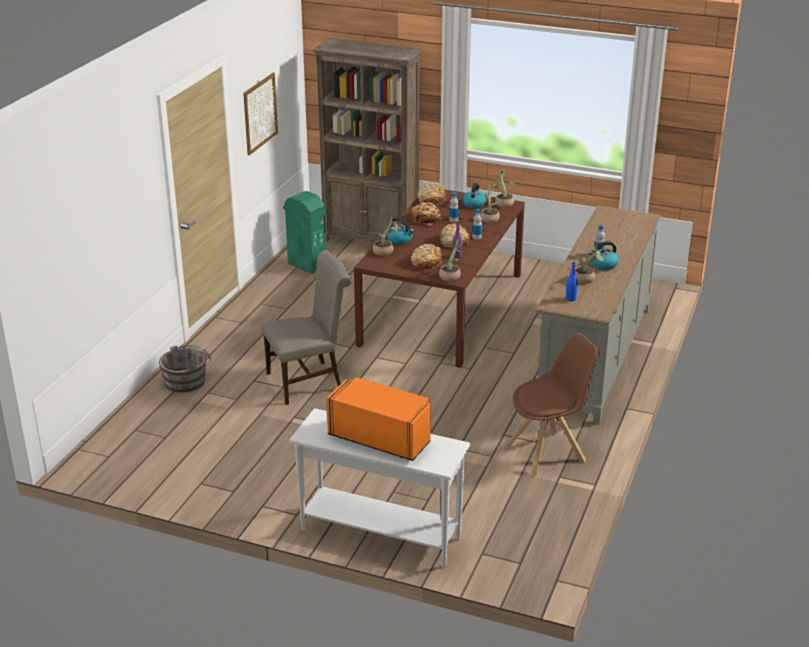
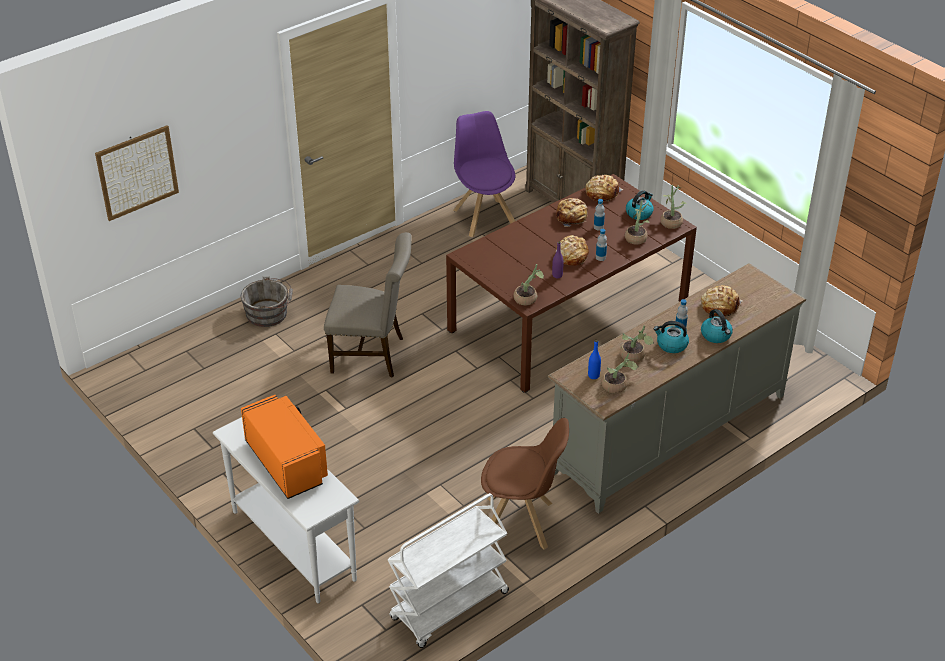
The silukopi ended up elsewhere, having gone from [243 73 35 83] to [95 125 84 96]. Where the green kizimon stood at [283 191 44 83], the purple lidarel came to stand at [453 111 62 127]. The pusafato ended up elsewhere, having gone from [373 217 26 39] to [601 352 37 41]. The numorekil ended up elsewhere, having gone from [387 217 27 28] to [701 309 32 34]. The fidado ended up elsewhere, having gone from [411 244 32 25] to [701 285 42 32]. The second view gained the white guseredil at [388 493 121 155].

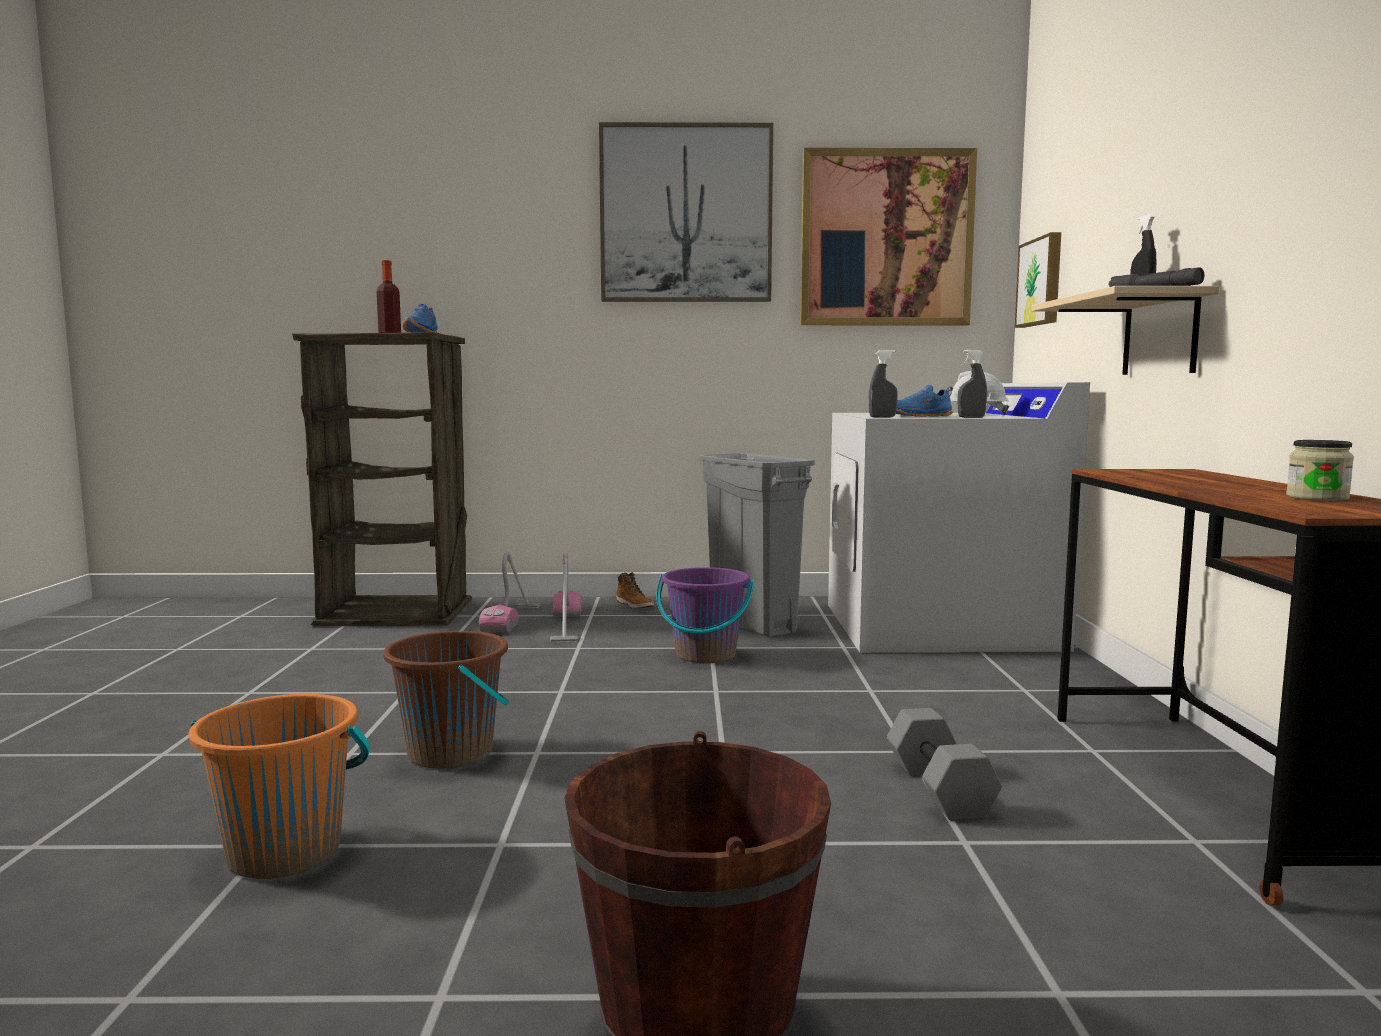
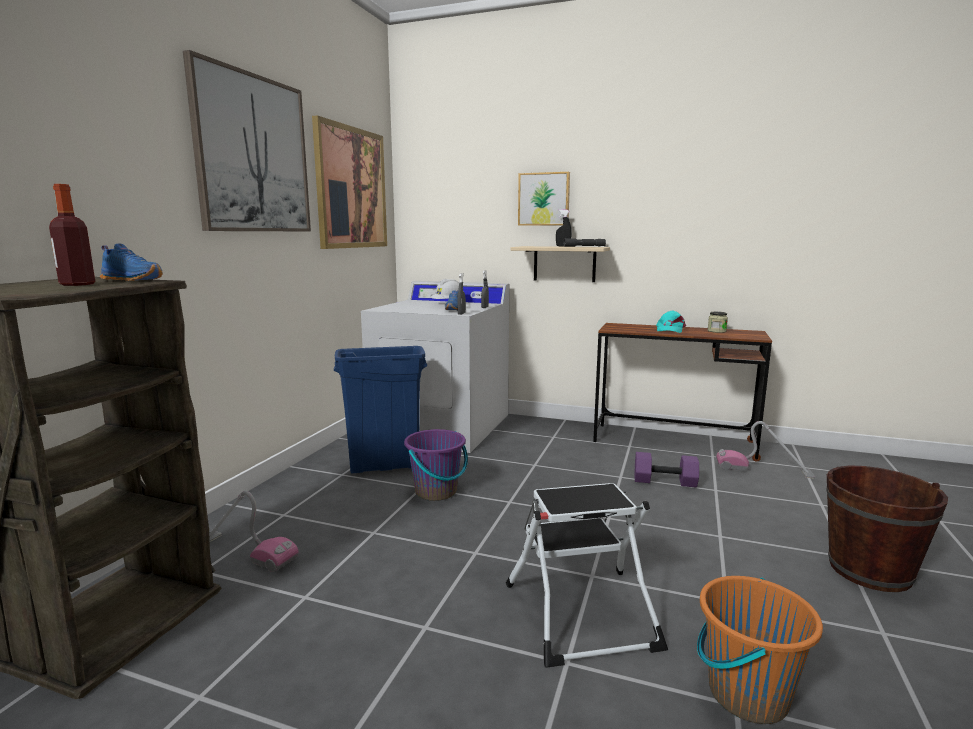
Where the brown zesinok stood at [383 631 126 138], the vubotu came to stand at [506 483 162 185]. The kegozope ended up elsewhere, having gone from [550 552 32 90] to [716 421 99 57]. The second view lost the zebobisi at [616 572 38 37]. What was the grey kizimon at [698 453 117 184] turned into the blue kizimon at [334 346 93 127]. What was the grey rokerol at [887 708 115 113] turned into the purple rokerol at [634 452 65 36]. The silukopi ended up elsewhere, having gone from [1015 232 46 96] to [518 172 52 54]. The second view gained the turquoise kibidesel at [656 310 30 23].

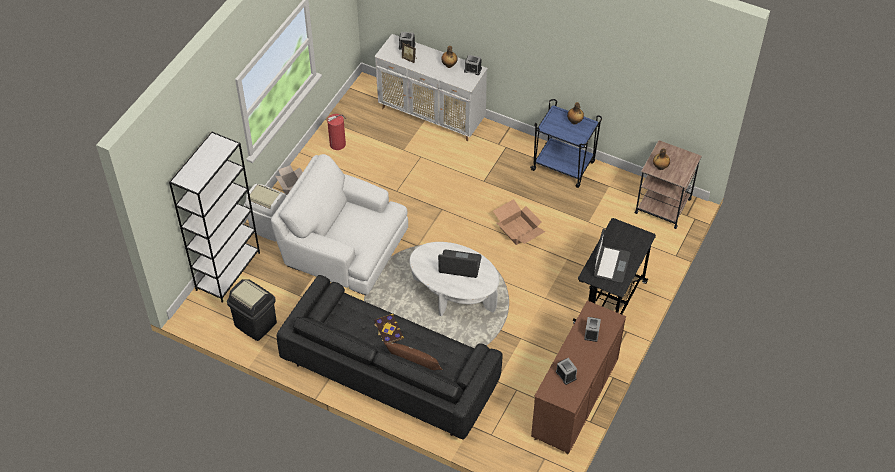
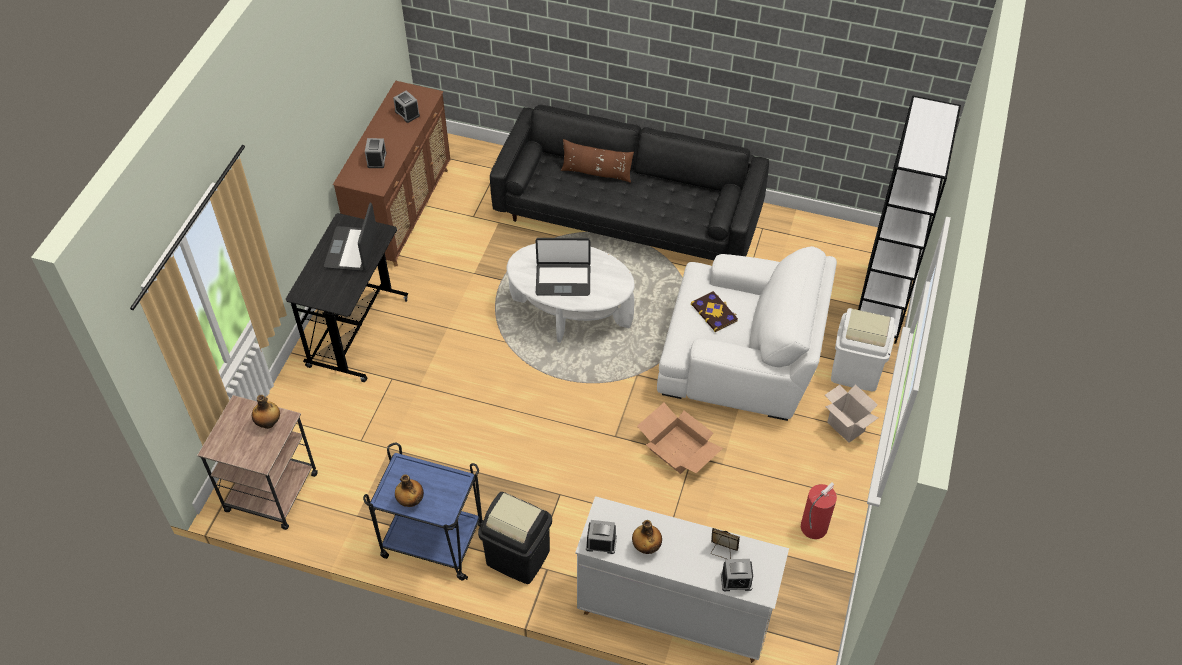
The black kizimon ended up elsewhere, having gone from [227 279 50 62] to [478 492 74 92]. The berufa ended up elsewhere, having gone from [374 314 30 30] to [691 291 47 41]. The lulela ended up elsewhere, having gone from [493 199 53 46] to [637 403 86 71].

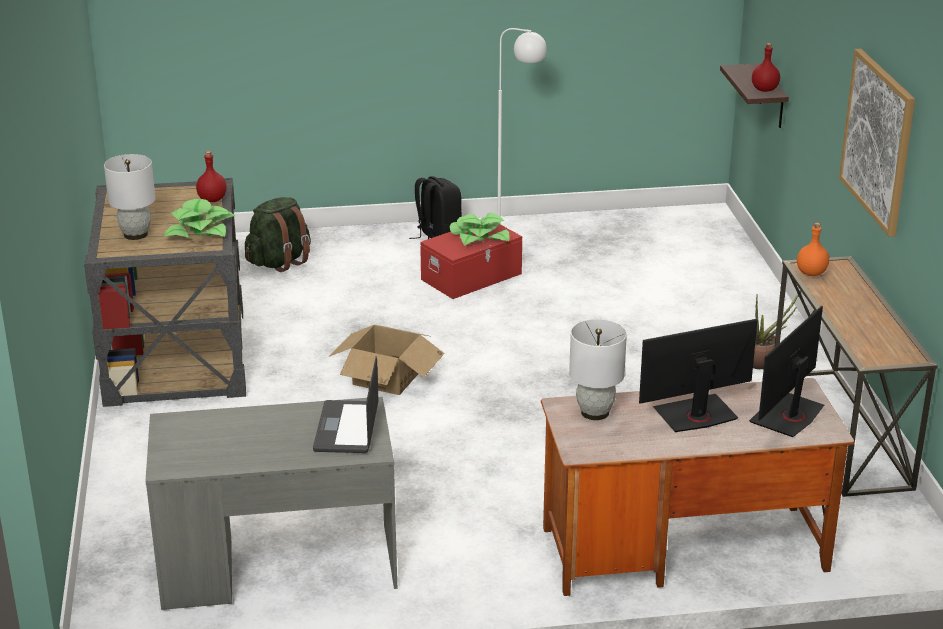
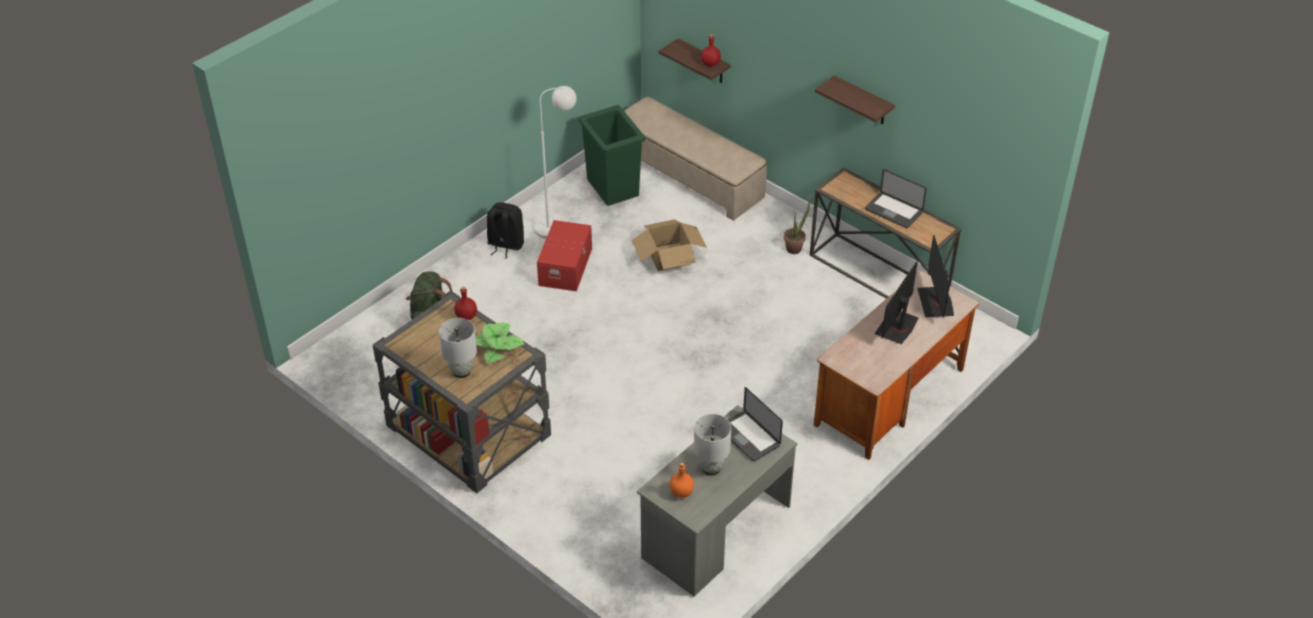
The lulela ended up elsewhere, having gone from [328 325 117 70] to [632 219 75 52]. The second view lost the pusafato at [450 213 60 33]. The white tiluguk ended up elsewhere, having gone from [569 319 58 101] to [694 414 37 61]. The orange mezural ended up elsewhere, having gone from [797 223 32 53] to [669 463 25 35]. Where the silukopi hung at [839 49 76 188], the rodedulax came to hang at [815 75 80 50]. The second view gained the green kizimon at [579 105 66 101]. The second view gained the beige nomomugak at [624 97 143 123]. The second view gained the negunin at [865 169 62 59].

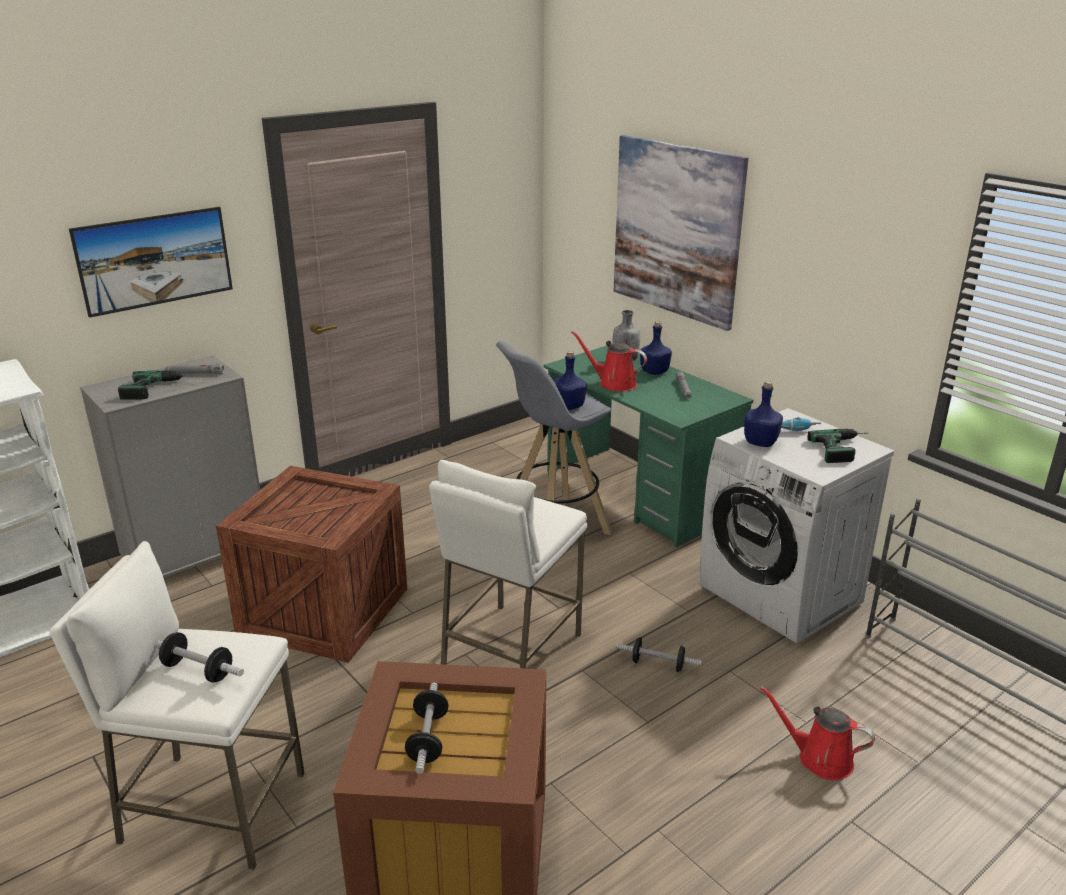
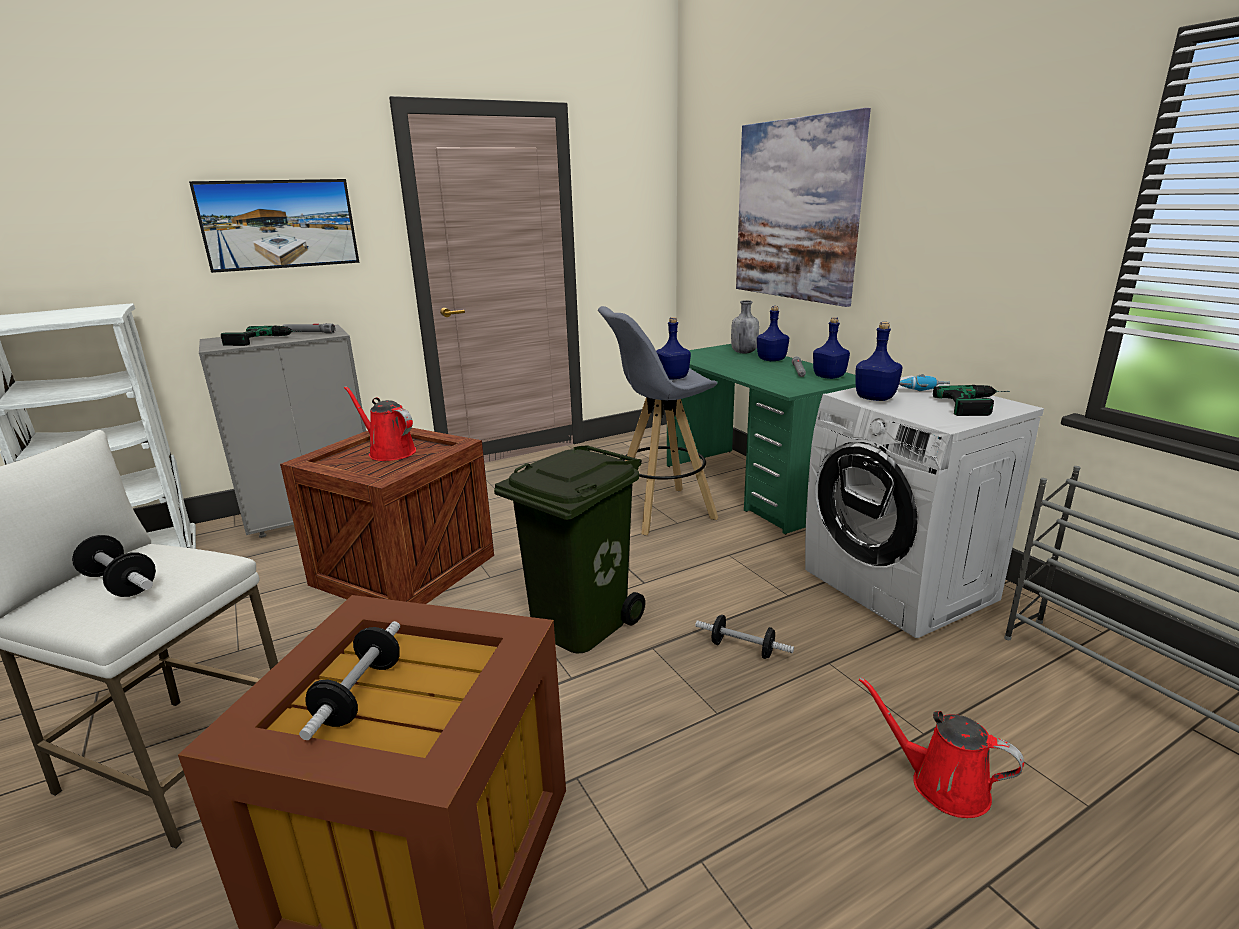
Where the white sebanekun stood at [429 460 158 209], the green kizimon came to stand at [494 446 151 207]. The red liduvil ended up elsewhere, having gone from [571 331 76 60] to [344 386 72 75]. The second view gained the blue mezural at [813 317 37 62].

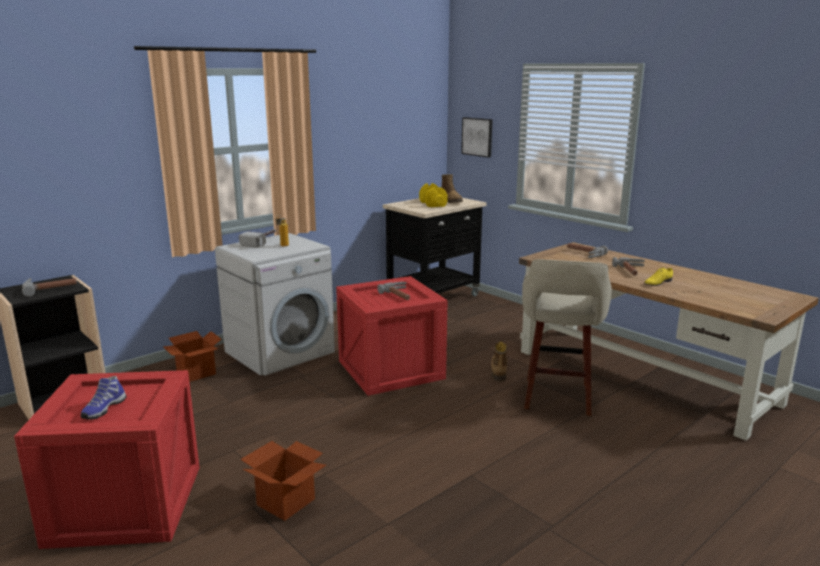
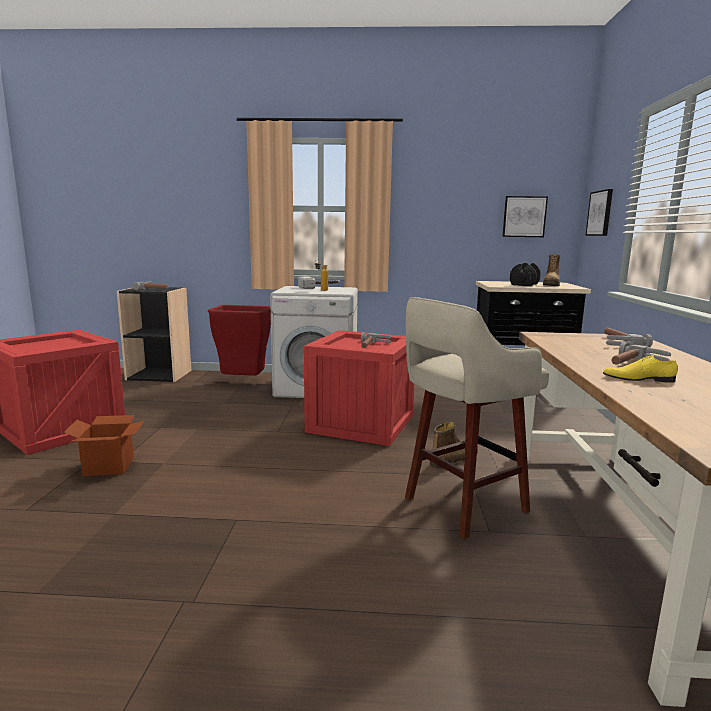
The second view lost the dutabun at [81 376 46 44]. Where the lulela stood at [163 331 59 51], the red kizimon came to stand at [208 305 63 71]. What was the yellow rokerol at [419 183 29 24] turned into the black rokerol at [510 263 31 23]. The second view gained the silukopi at [502 196 46 41].

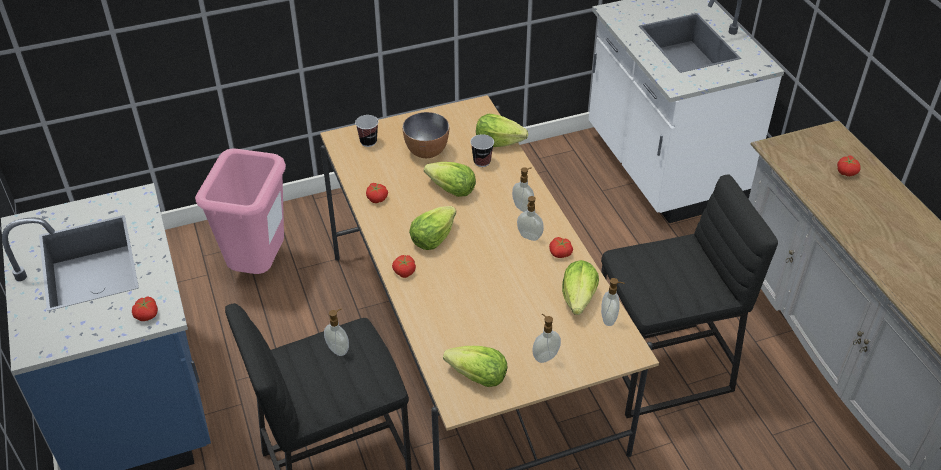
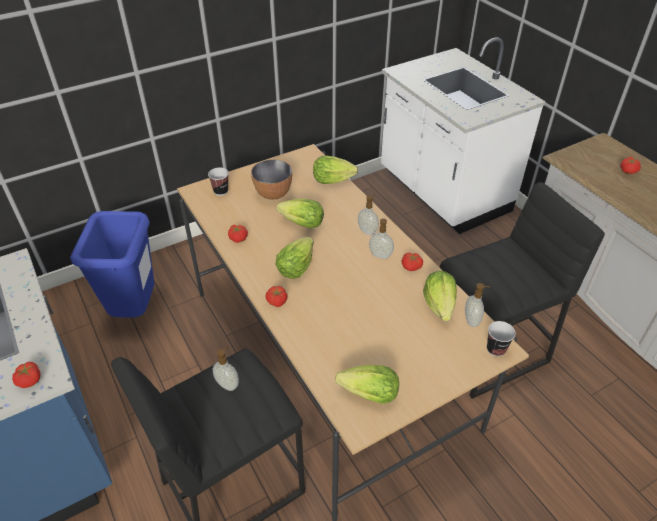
What was the pink kizimon at [195 148 91 126] turned into the blue kizimon at [70 211 84 107]. The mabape ended up elsewhere, having gone from [471 134 23 33] to [487 321 29 36]. The second view lost the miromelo at [532 314 29 49].

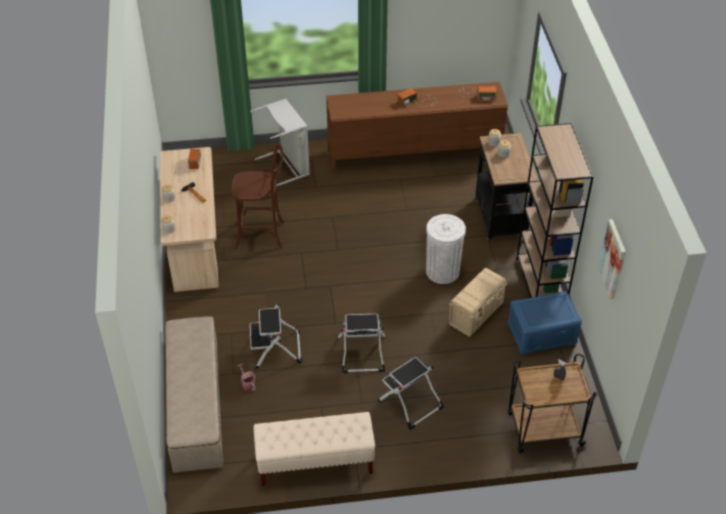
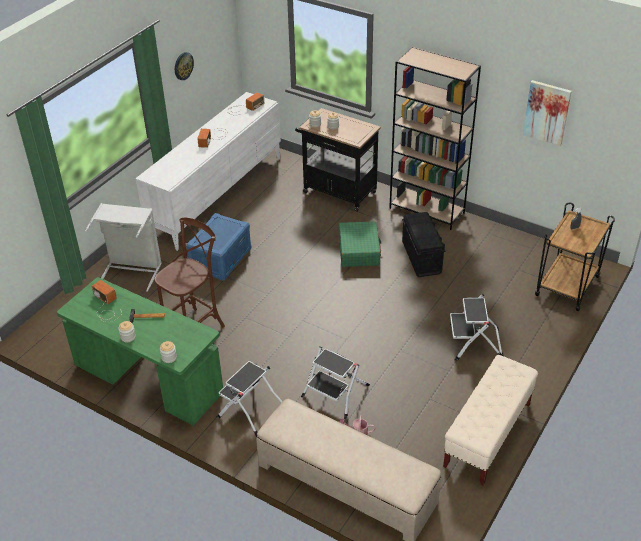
What was the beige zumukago at [160 147 59 145] turned into the green zumukago at [57 277 166 149]. What was the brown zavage at [326 82 182 92] turned into the white zavage at [135 92 146 159]. The vubotu ended up elsewhere, having gone from [337 314 48 59] to [217 361 66 76]. Where the white kizimon stood at [426 214 40 70], the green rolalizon came to stand at [338 221 43 46]. What was the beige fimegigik at [449 268 59 68] turned into the black fimegigik at [402 212 43 65]. The blue fimegigik ended up elsewhere, having gone from [508 291 74 63] to [186 213 66 68]. The second view gained the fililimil at [175 52 19 28].

